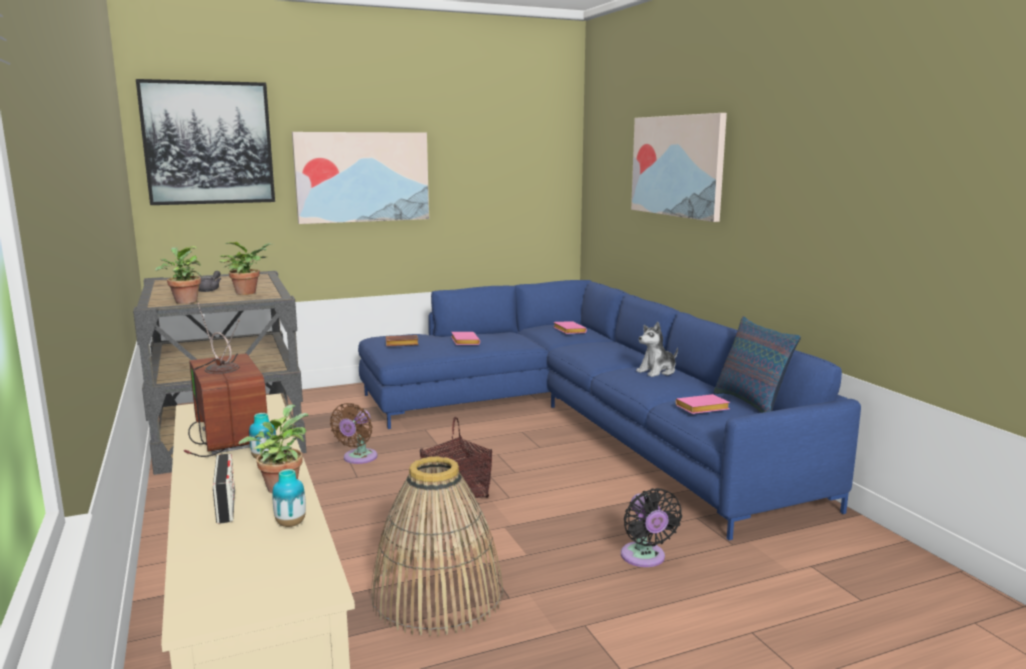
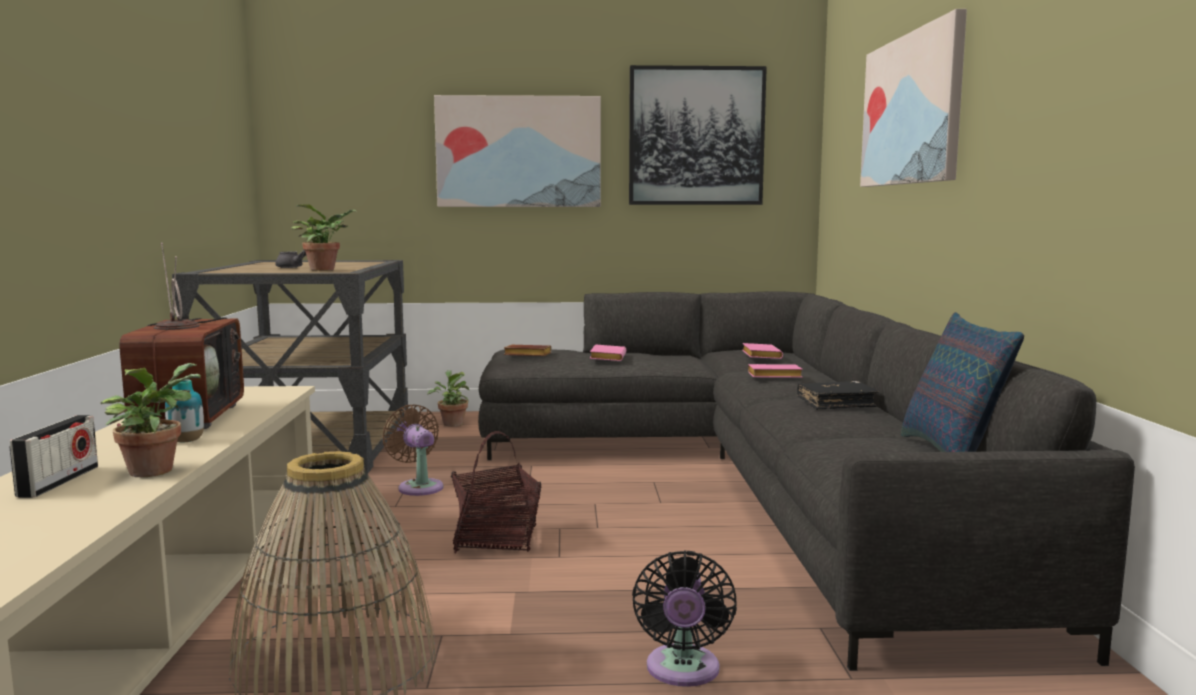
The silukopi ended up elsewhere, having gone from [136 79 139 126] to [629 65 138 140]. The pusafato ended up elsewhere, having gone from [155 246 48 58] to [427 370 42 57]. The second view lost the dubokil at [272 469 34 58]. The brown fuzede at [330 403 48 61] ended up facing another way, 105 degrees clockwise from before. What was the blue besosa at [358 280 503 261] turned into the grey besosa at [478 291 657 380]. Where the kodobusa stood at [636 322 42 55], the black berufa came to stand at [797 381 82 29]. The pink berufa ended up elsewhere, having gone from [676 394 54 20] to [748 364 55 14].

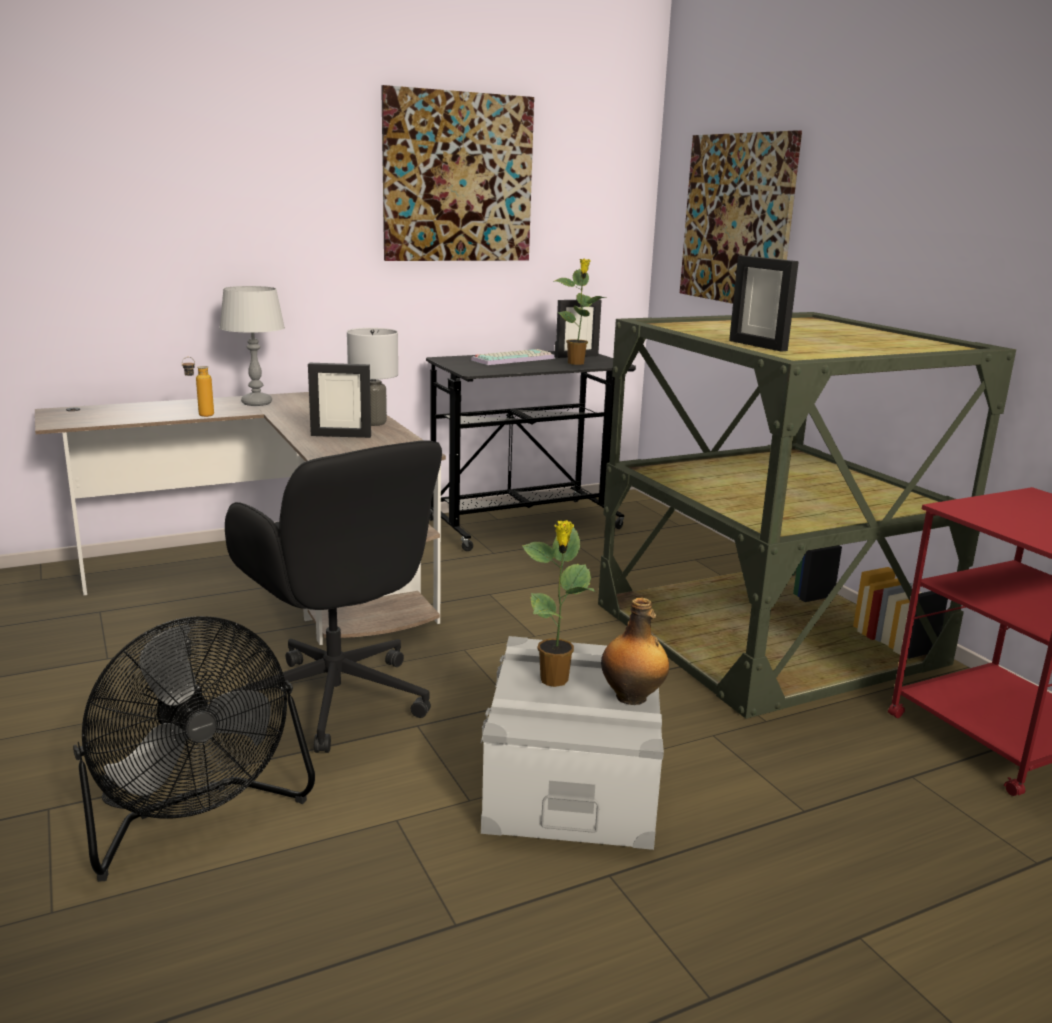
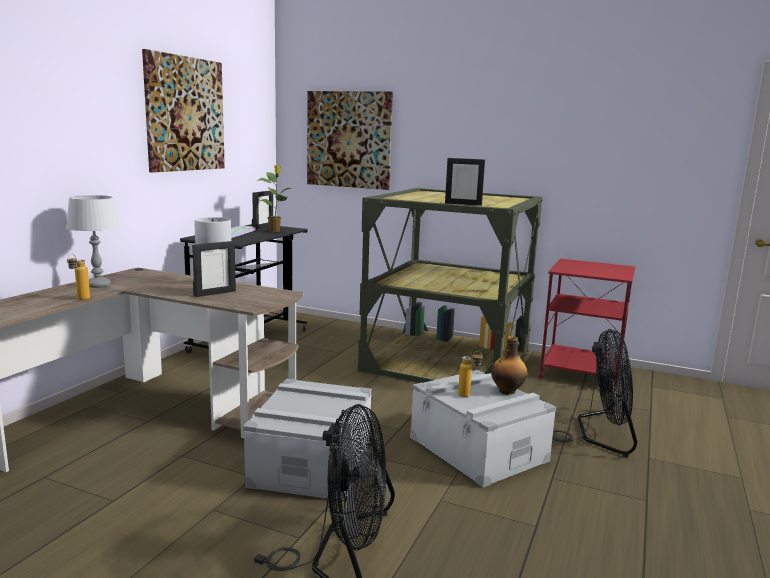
Where the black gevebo stood at [225 440 217 313], the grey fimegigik came to stand at [243 378 128 123]. Where the pusafato stood at [522 520 73 167], the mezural came to stand at [458 351 25 46]. The second view gained the black fuzede at [552 329 85 129].

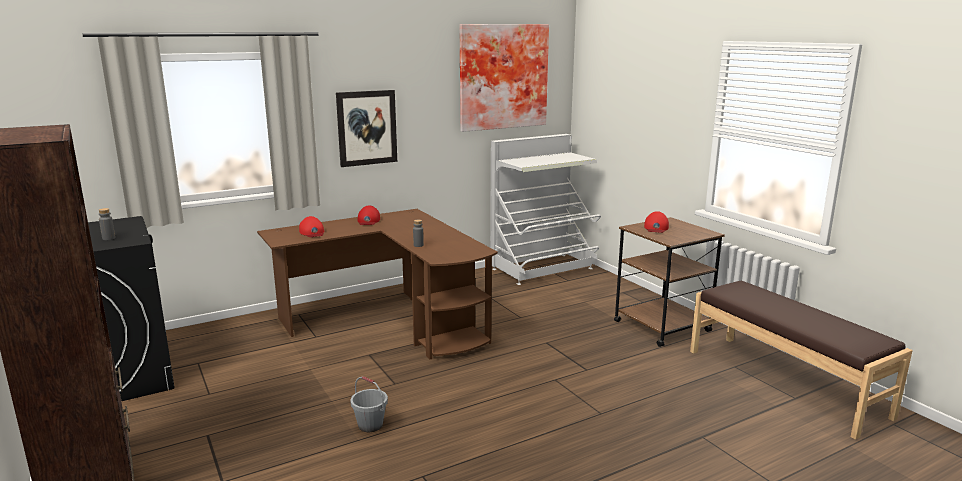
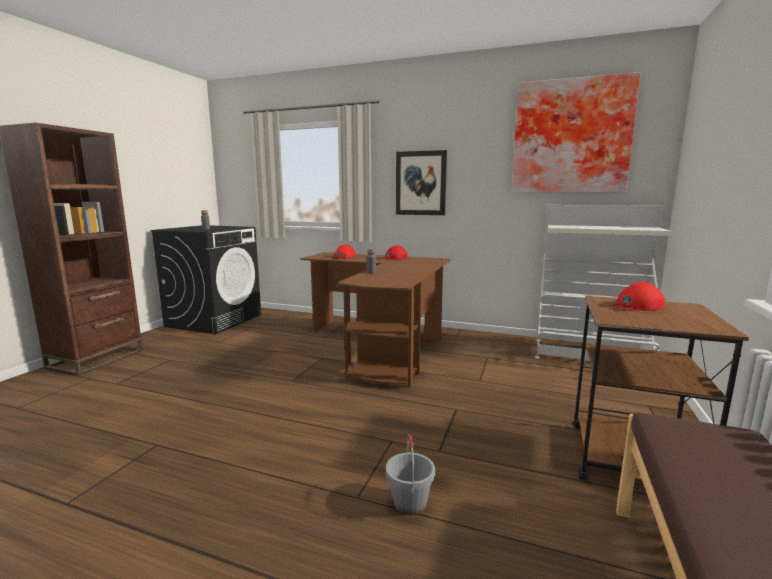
The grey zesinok ended up elsewhere, having gone from [350 376 38 56] to [386 434 49 81].

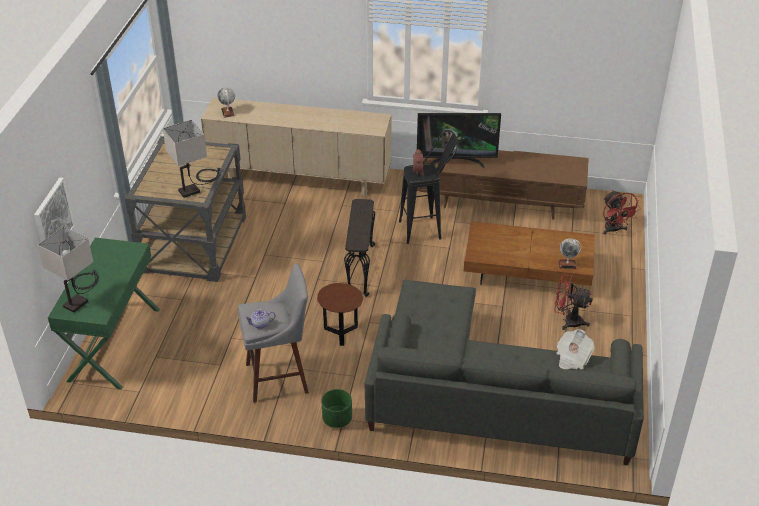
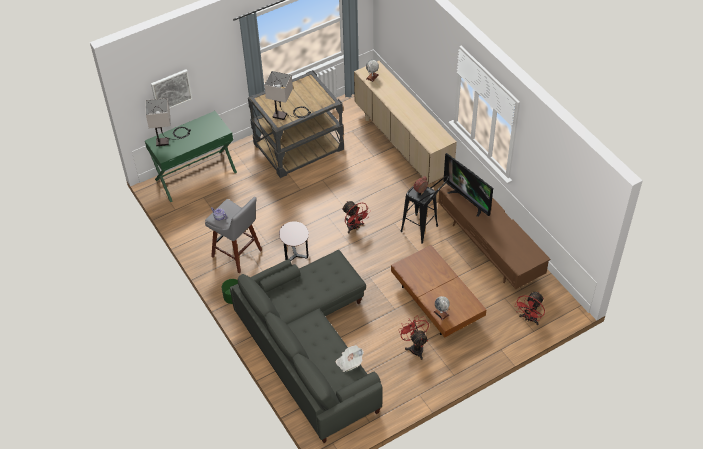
Where the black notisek stood at [344 199 31 98], the red fuzede came to stand at [342 201 29 32].

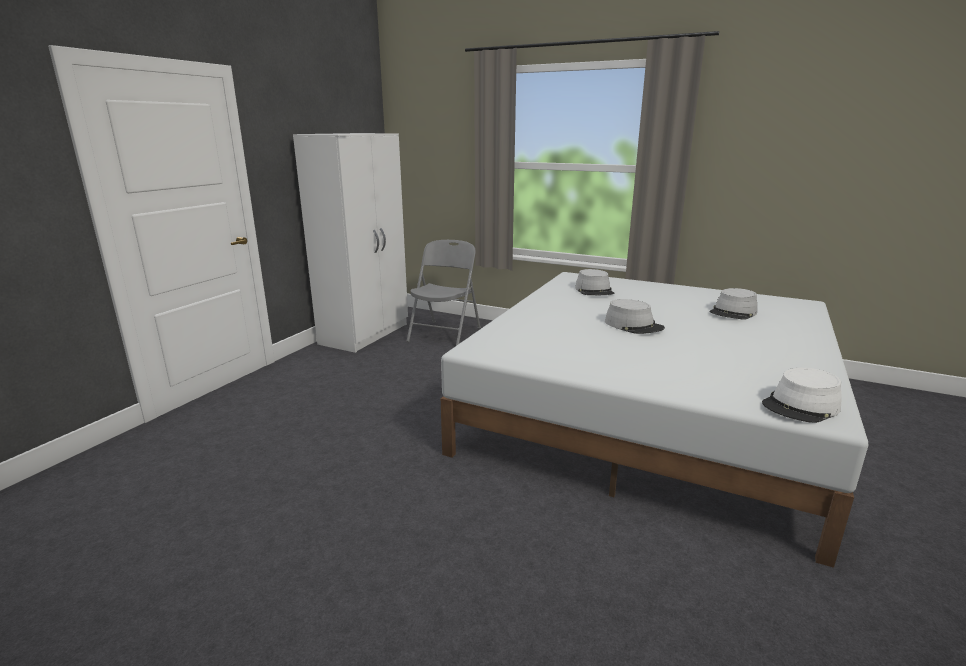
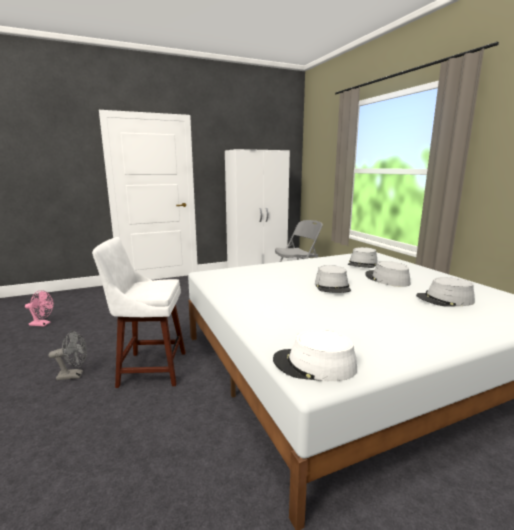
The second view gained the pink fuzede at [25 290 29 36]. The second view gained the grey fuzede at [49 331 38 49]. The second view gained the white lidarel at [92 237 94 151]. The second view gained the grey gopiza at [365 261 45 26].

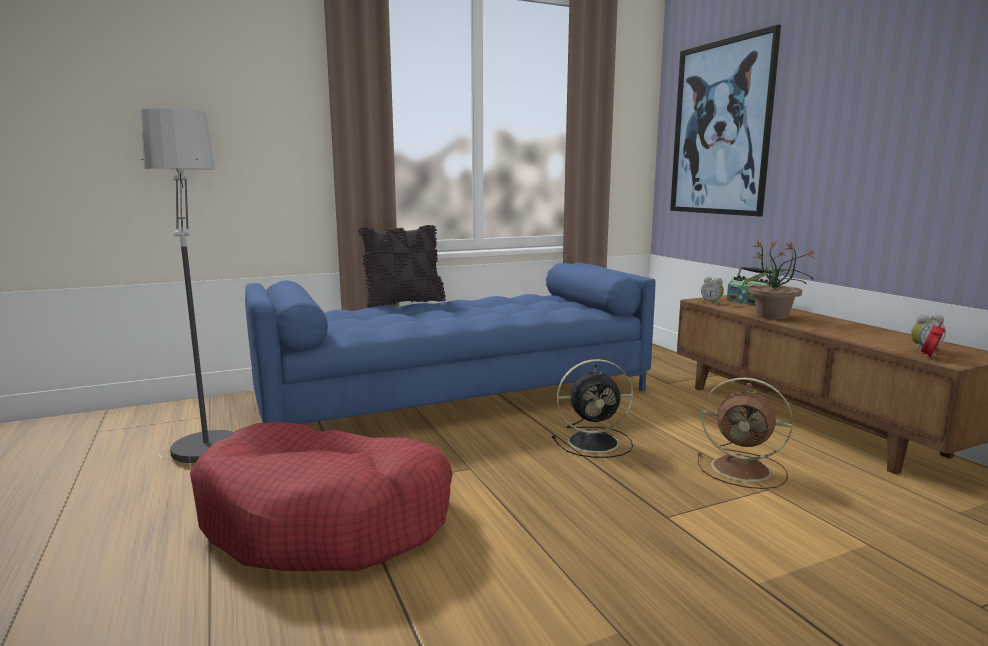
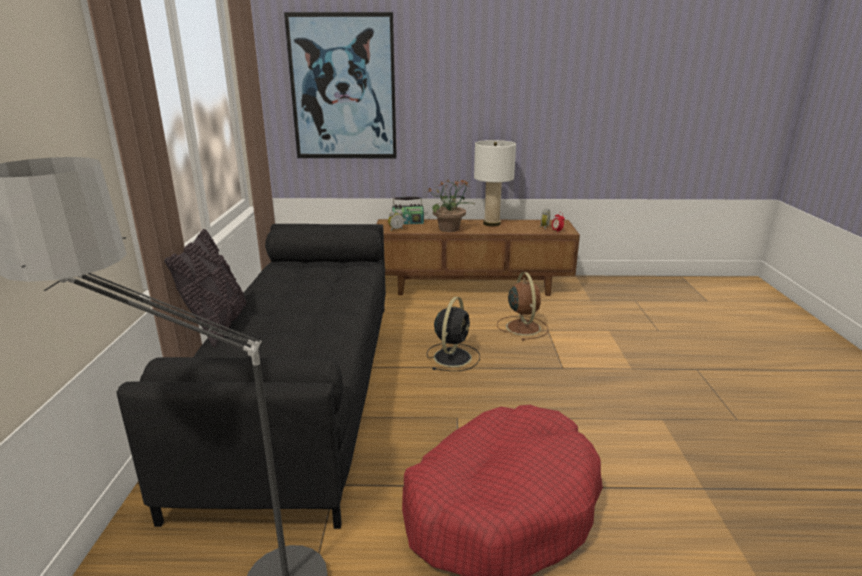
What was the blue besosa at [245 263 410 161] turned into the black besosa at [116 224 270 305]. The brown fuzede at [698 378 95 111] ended up facing another way, 60 degrees counterclockwise from before. The second view gained the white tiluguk at [474 140 42 86].

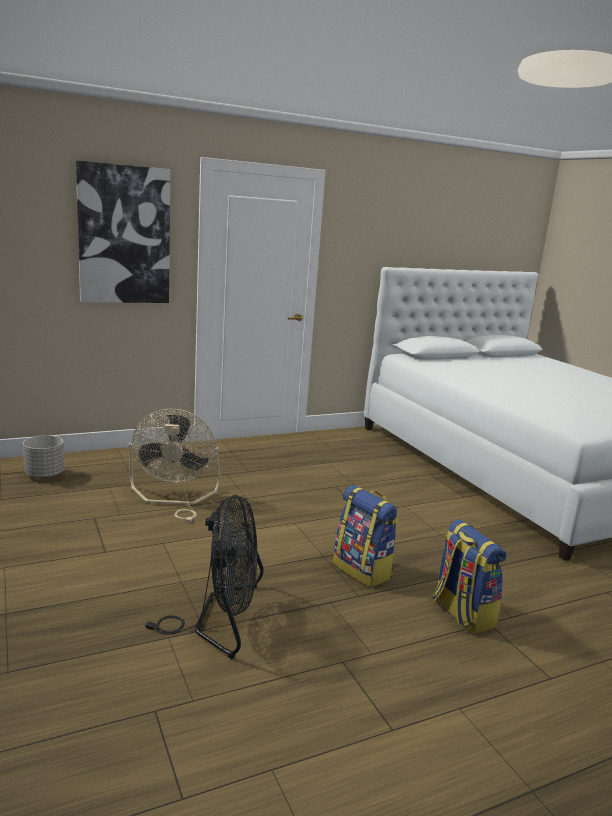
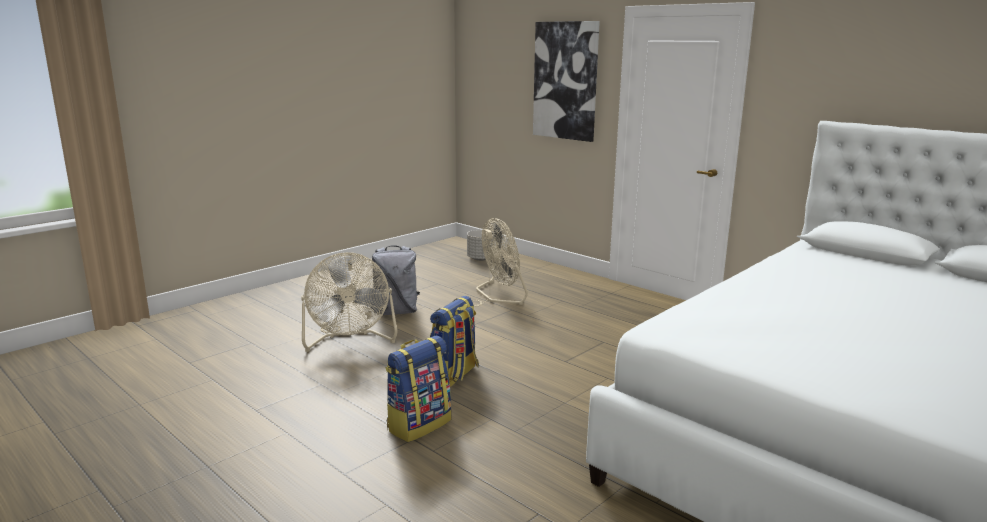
What was the black fuzede at [144 495 120 164] turned into the beige fuzede at [301 252 96 100]. The second view gained the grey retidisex at [372 245 48 70].

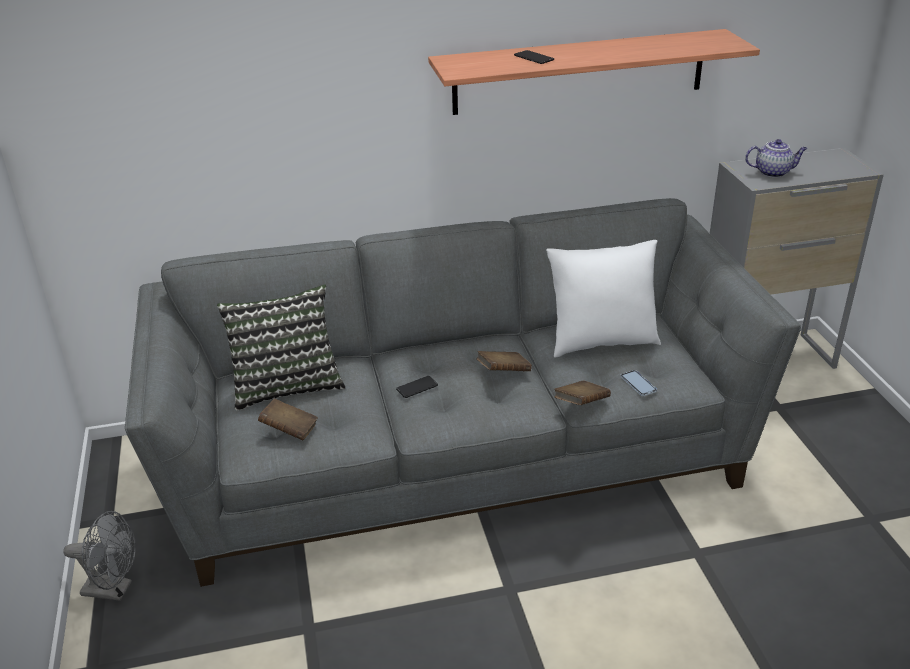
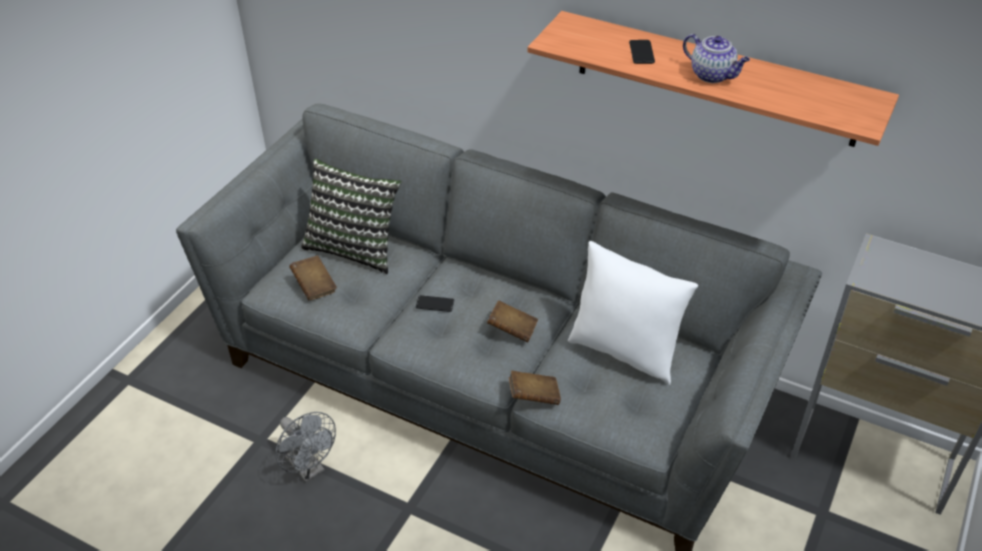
The grey fuzede ended up elsewhere, having gone from [64 511 72 90] to [275 412 61 70]. The second view lost the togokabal at [620 370 37 26]. The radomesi ended up elsewhere, having gone from [745 139 63 39] to [683 34 67 49].

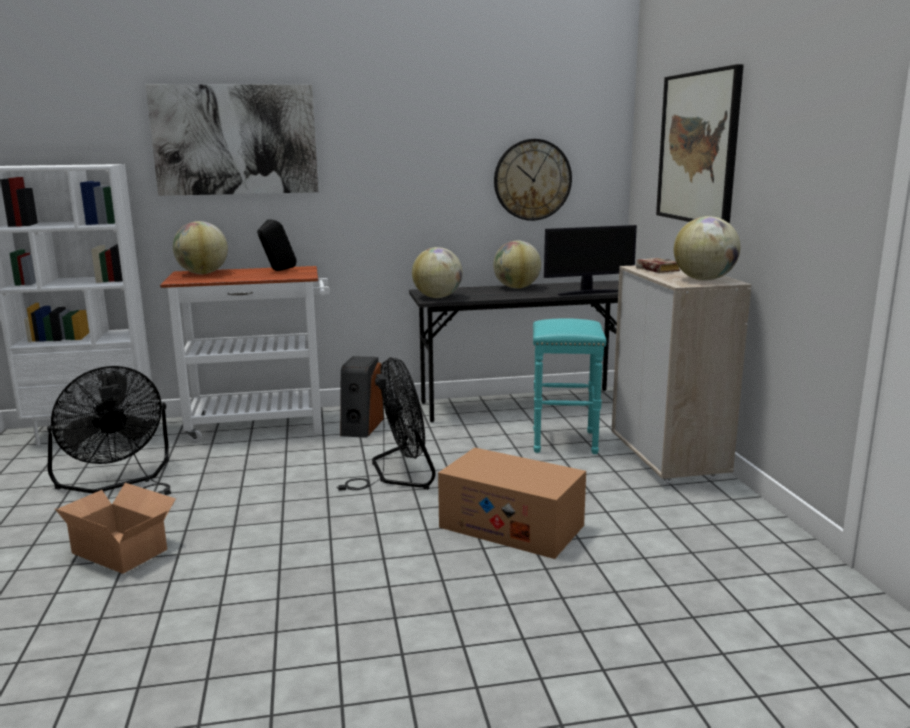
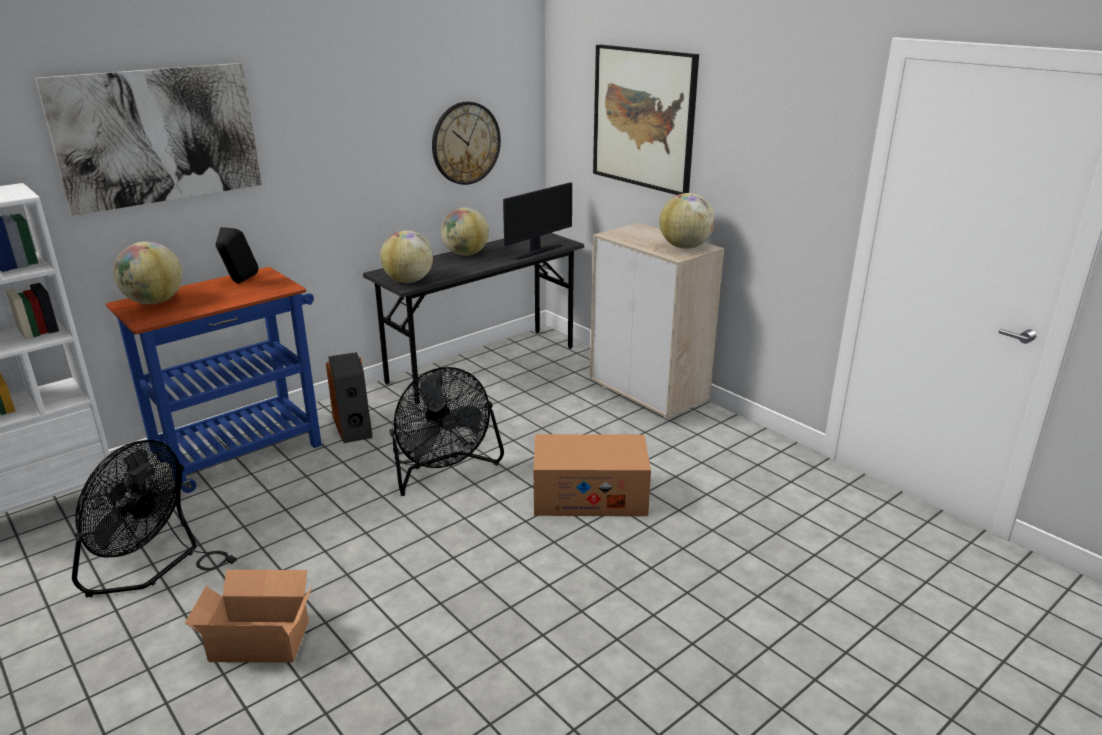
What was the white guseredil at [160 266 170 177] turned into the blue guseredil at [106 267 216 226]. The black fuzede at [336 357 99 133] ended up facing another way, 105 degrees clockwise from before. The second view lost the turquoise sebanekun at [533 318 73 136]. The second view lost the berufa at [636 258 44 15].

